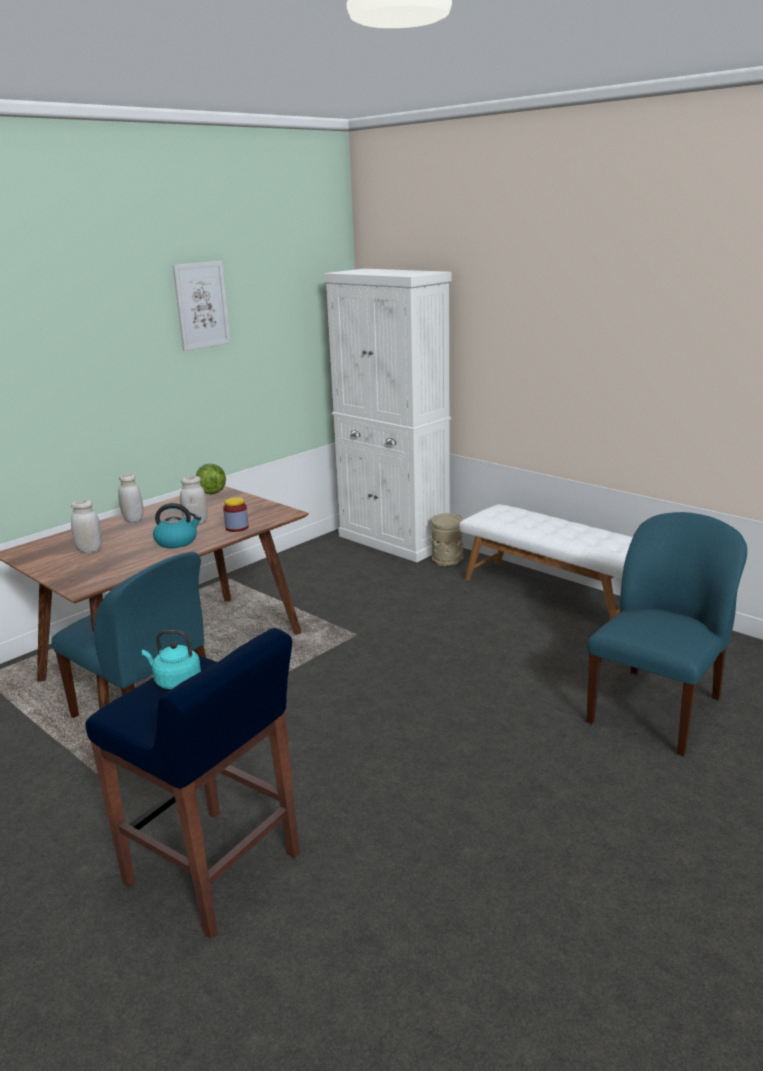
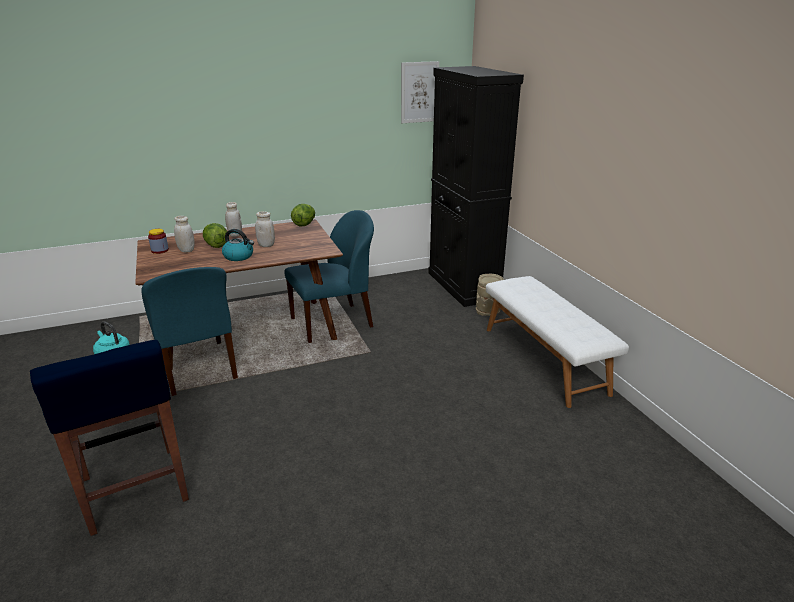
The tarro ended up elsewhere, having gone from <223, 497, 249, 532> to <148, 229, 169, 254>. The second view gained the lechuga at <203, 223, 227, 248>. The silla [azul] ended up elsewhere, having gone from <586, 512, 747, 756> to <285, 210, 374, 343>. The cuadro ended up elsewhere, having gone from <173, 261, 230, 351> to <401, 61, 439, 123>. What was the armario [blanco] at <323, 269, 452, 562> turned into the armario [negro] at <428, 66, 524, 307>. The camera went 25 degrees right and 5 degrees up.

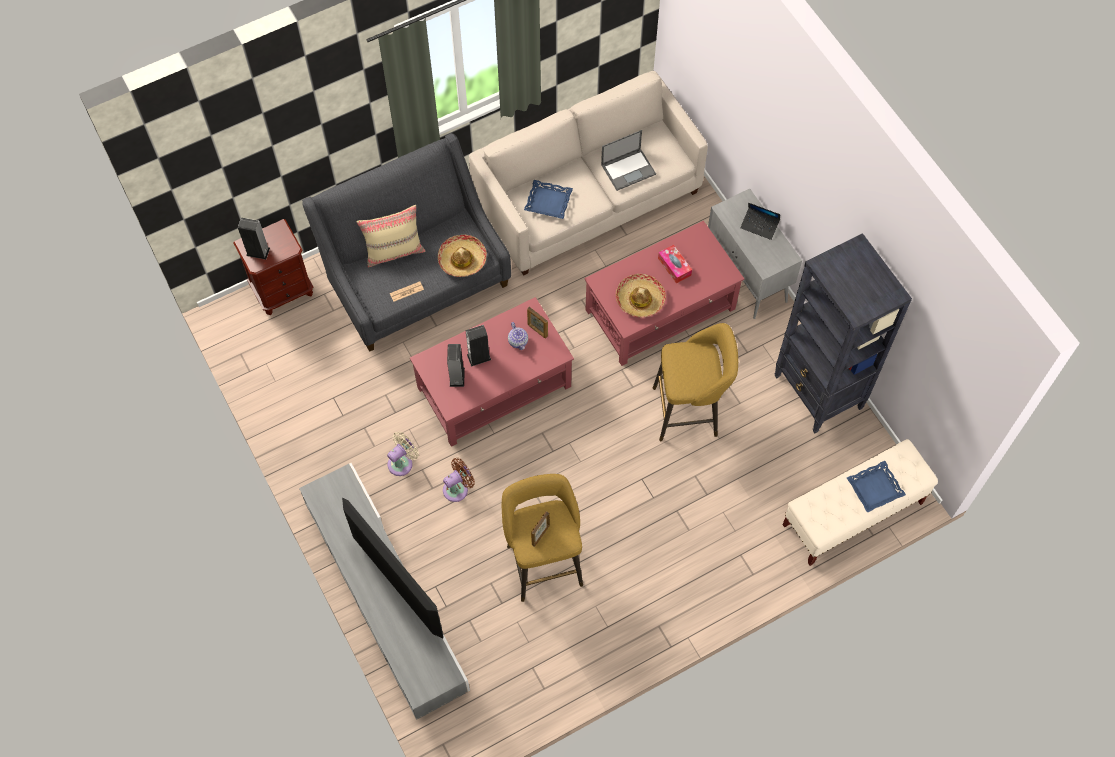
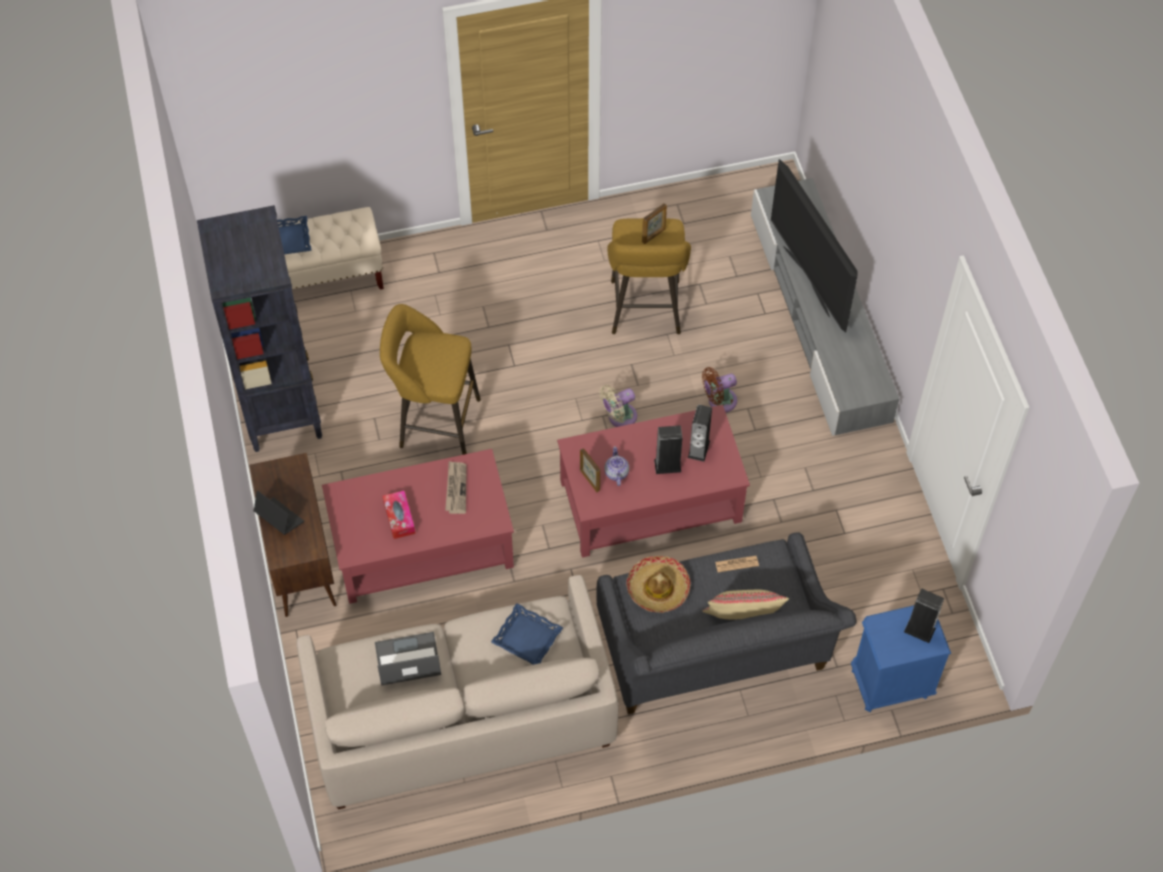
What was the armario [gris] at <708, 189, 802, 319> turned into the armario [marrón] at <249, 453, 336, 617>. Where the sombrero stood at <616, 274, 666, 317>, the periódico came to stand at <445, 461, 467, 514>. The ventilador [beis] ended up elsewhere, having gone from <387, 431, 419, 476> to <600, 385, 637, 427>. What was the mesita de noche [marrón] at <233, 219, 313, 315> turned into the mesita de noche [azul] at <851, 605, 951, 712>. The camera went 165 degrees left and 5 degrees down.

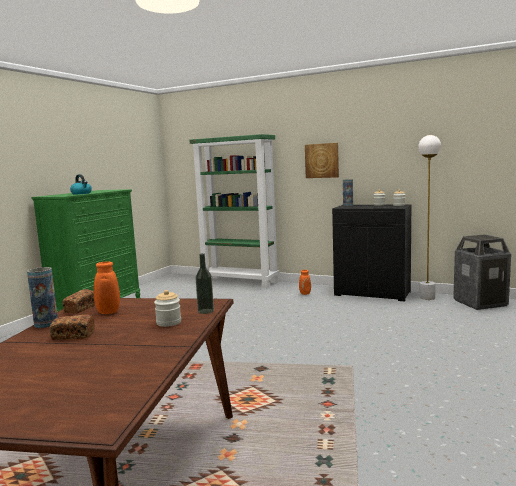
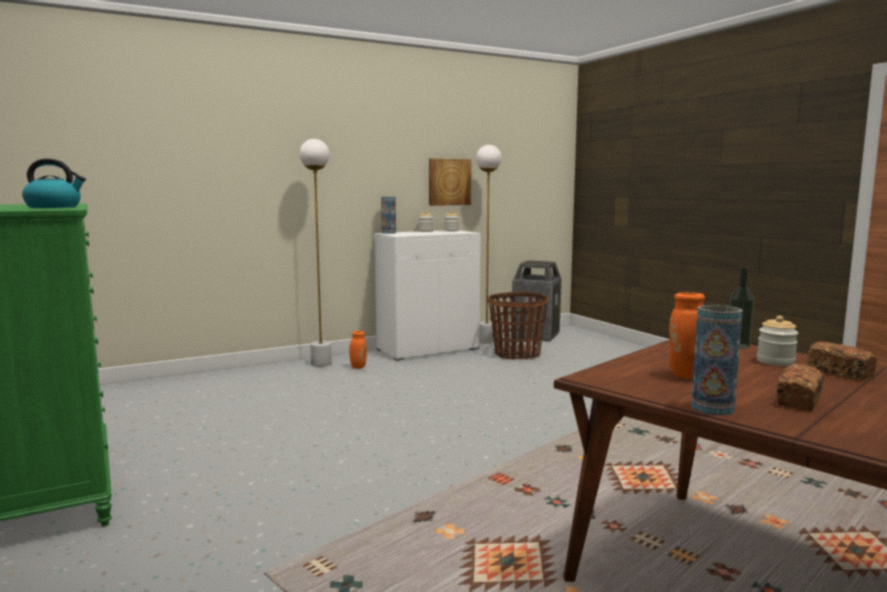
The second view gained the lámpara de pie [blanco] at <299, 139, 332, 367>. What was the armario [negro] at <332, 205, 411, 302> turned into the armario [blanco] at <374, 230, 481, 361>. The cuadro ended up elsewhere, having gone from <305, 143, 339, 178> to <429, 158, 471, 206>. The second view gained the cesta at <488, 292, 549, 359>. The pan ended up elsewhere, having gone from <62, 289, 95, 314> to <807, 341, 877, 380>. The second view lost the estantería [verde] at <189, 134, 279, 288>. The camera went 55 degrees left and 0 degrees up.

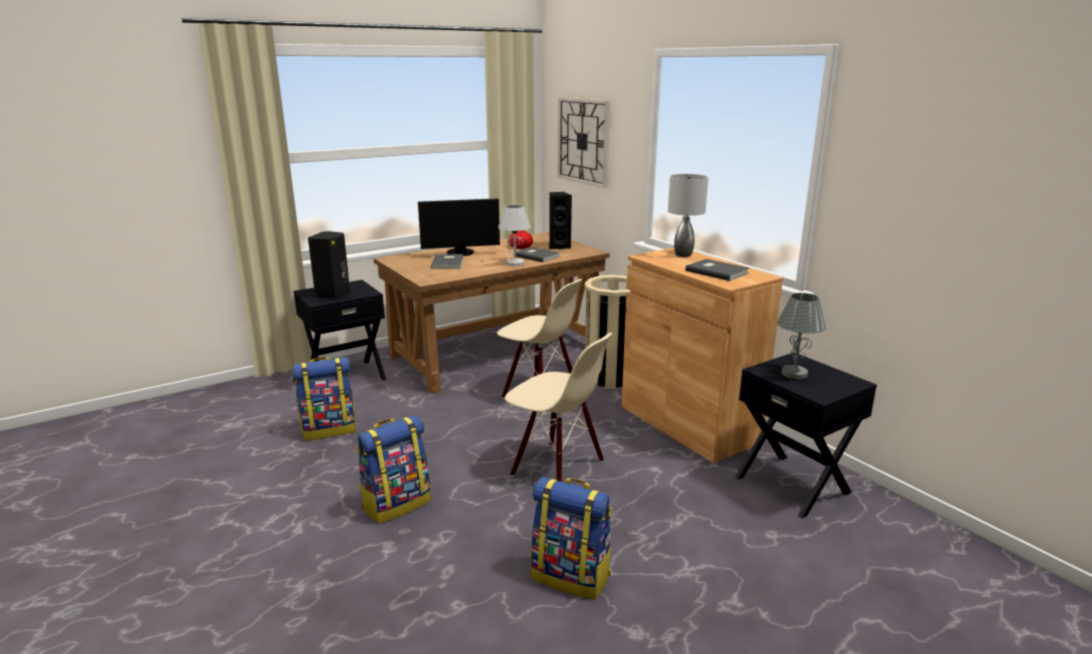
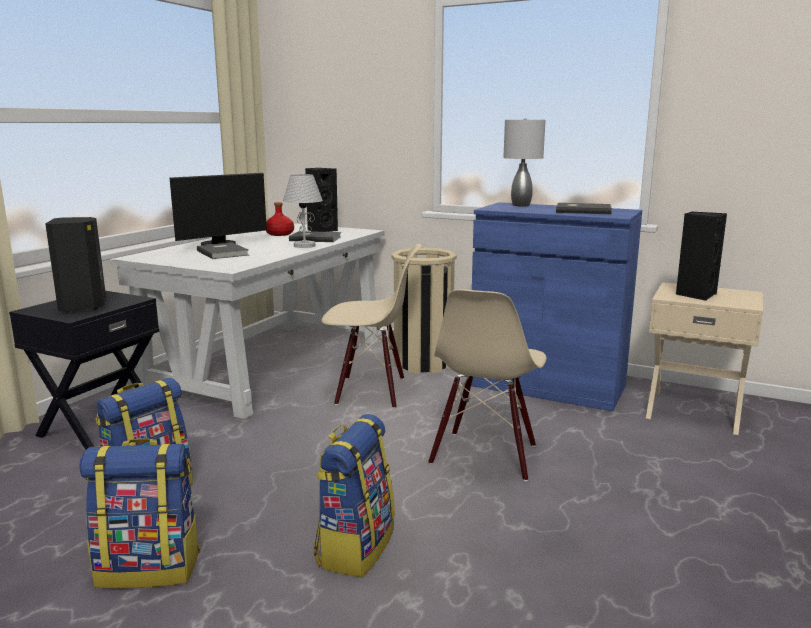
The mochila ended up elsewhere, having gone from <531, 477, 612, 600> to <79, 438, 200, 588>. What was the escritorio [marrón] at <374, 232, 610, 394> turned into the escritorio [blanco] at <110, 224, 384, 419>. The silla [beis] at <505, 333, 613, 482> ended up facing another way, 105 degrees clockwise from before. What was the armario [marrón] at <621, 248, 783, 463> turned into the armario [azul] at <471, 202, 642, 411>. What was the mesita de noche [negro] at <735, 352, 877, 519> turned into the mesita de noche [beis] at <646, 282, 763, 435>. Where the lámpara de mesa [gris] stood at <777, 293, 826, 379>, the altavoz [negro] came to stand at <675, 212, 727, 301>. The second view lost the reloj de pared at <558, 98, 610, 188>. The camera went 30 degrees left and 5 degrees down.

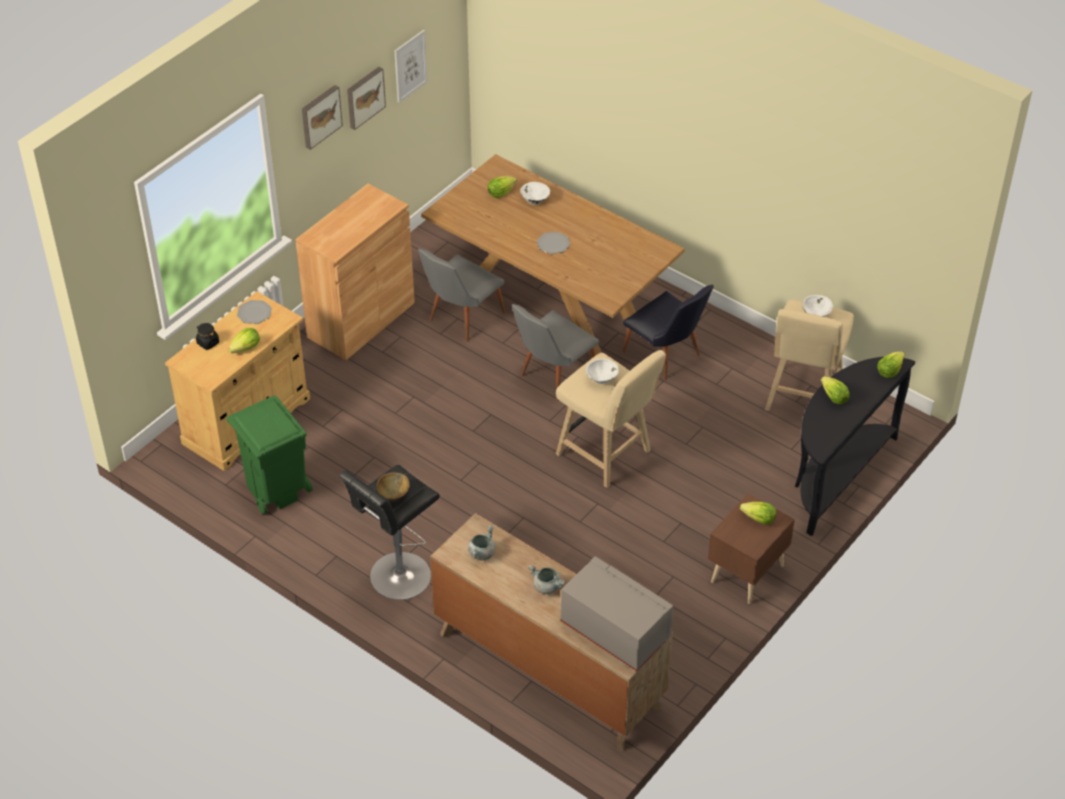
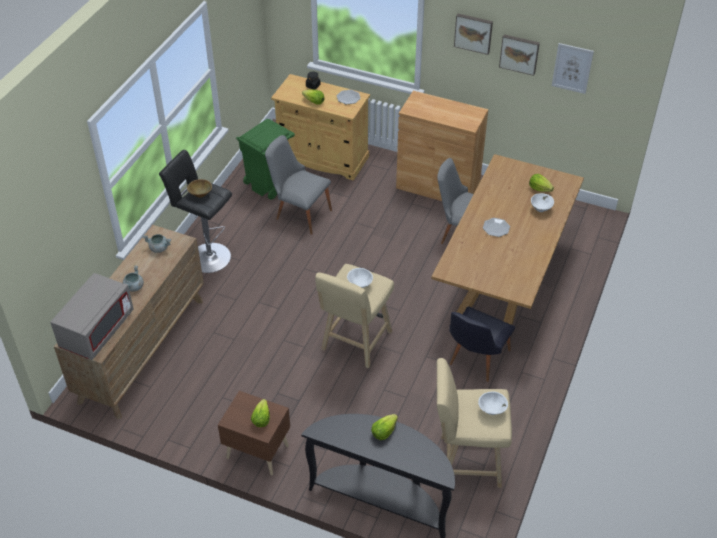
The silla [gris] ended up elsewhere, having gone from <512, 304, 599, 401> to <265, 135, 332, 235>. The second view lost the lechuga at <877, 352, 905, 378>. The camera went 75 degrees right and 0 degrees up.

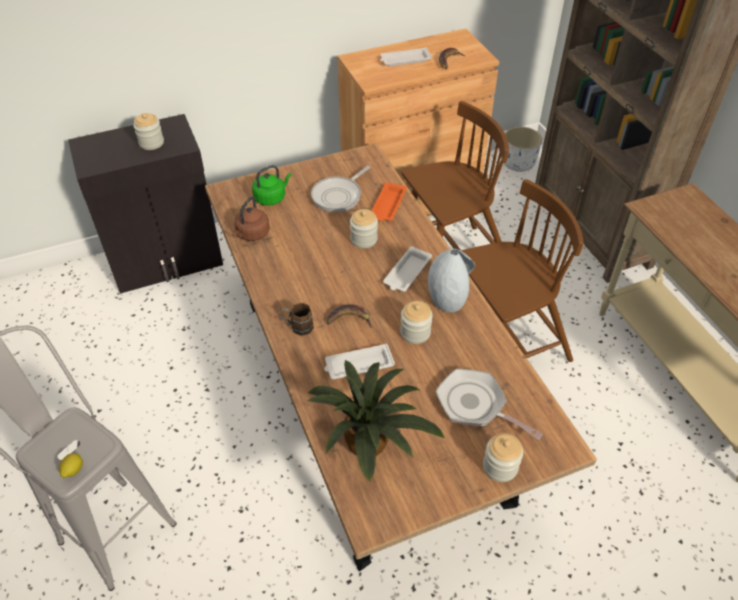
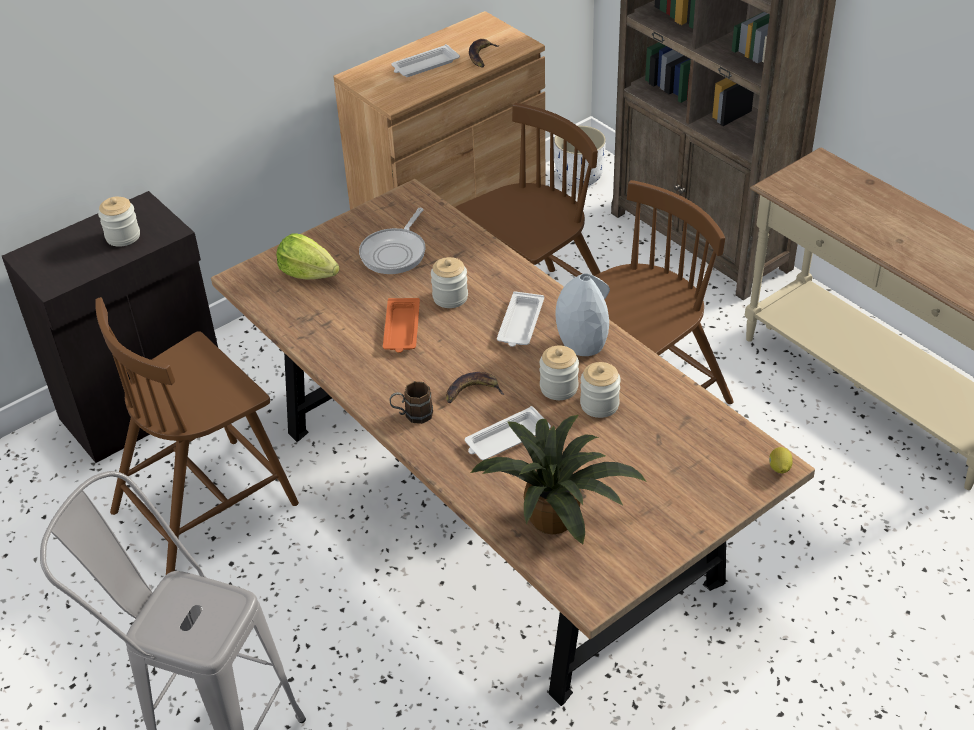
The second view gained the silla [marrón] at <95, 297, 299, 575>. Where the hervidor [verde] stood at <252, 165, 292, 206>, the lechuga came to stand at <276, 233, 340, 279>. The bandeja [naranja] ended up elsewhere, having gone from <372, 182, 407, 221> to <383, 298, 420, 353>. The tarro ended up elsewhere, having gone from <483, 433, 523, 482> to <580, 362, 621, 418>. The limón ended up elsewhere, having gone from <59, 453, 83, 478> to <769, 447, 793, 474>. The second view lost the hervidor [marrón] at <233, 196, 270, 241>. The second view lost the sartén at <436, 369, 543, 440>. The camera went 15 degrees left and 5 degrees down.

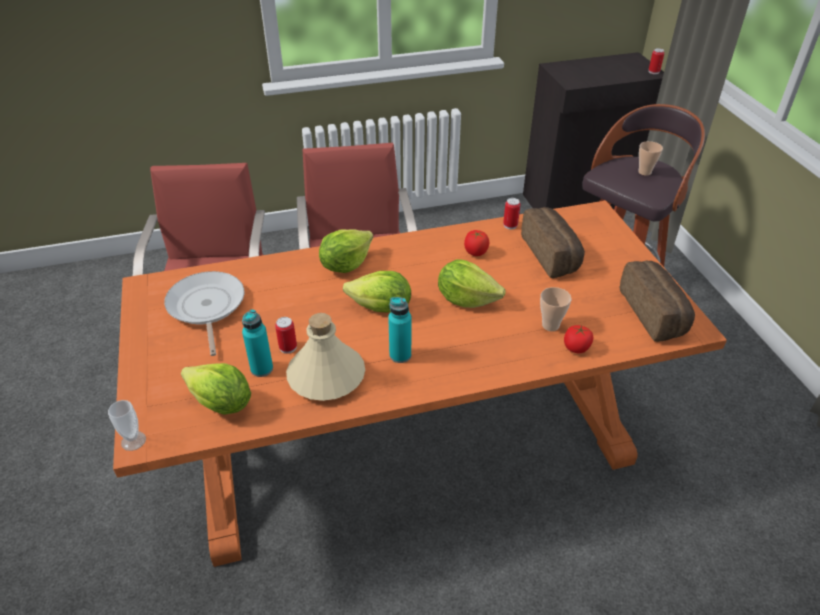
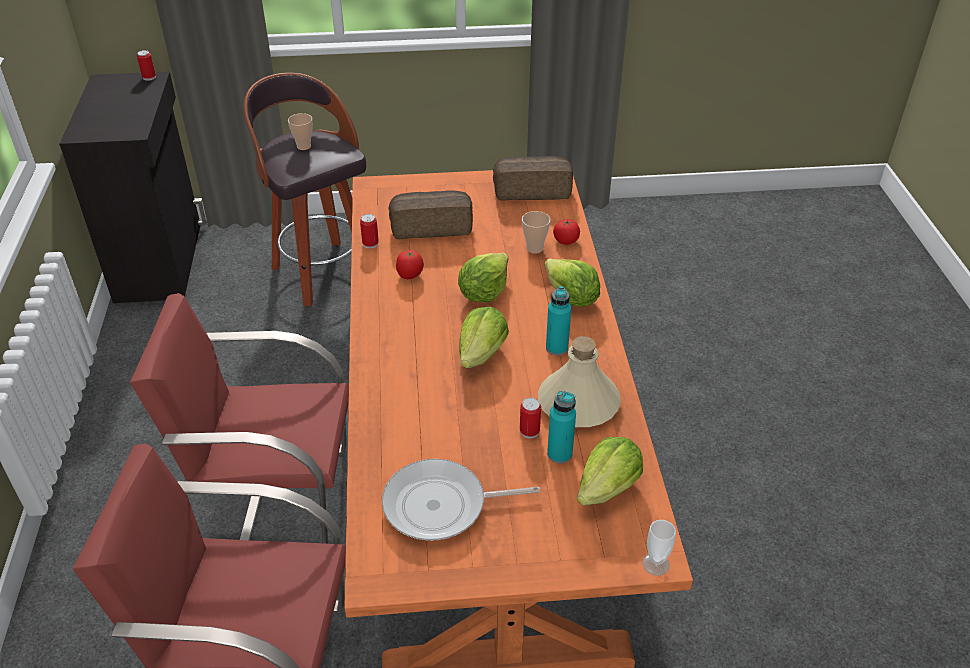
The lechuga ended up elsewhere, having gone from <319, 229, 373, 273> to <545, 258, 600, 307>. The camera went 80 degrees left and 0 degrees up.

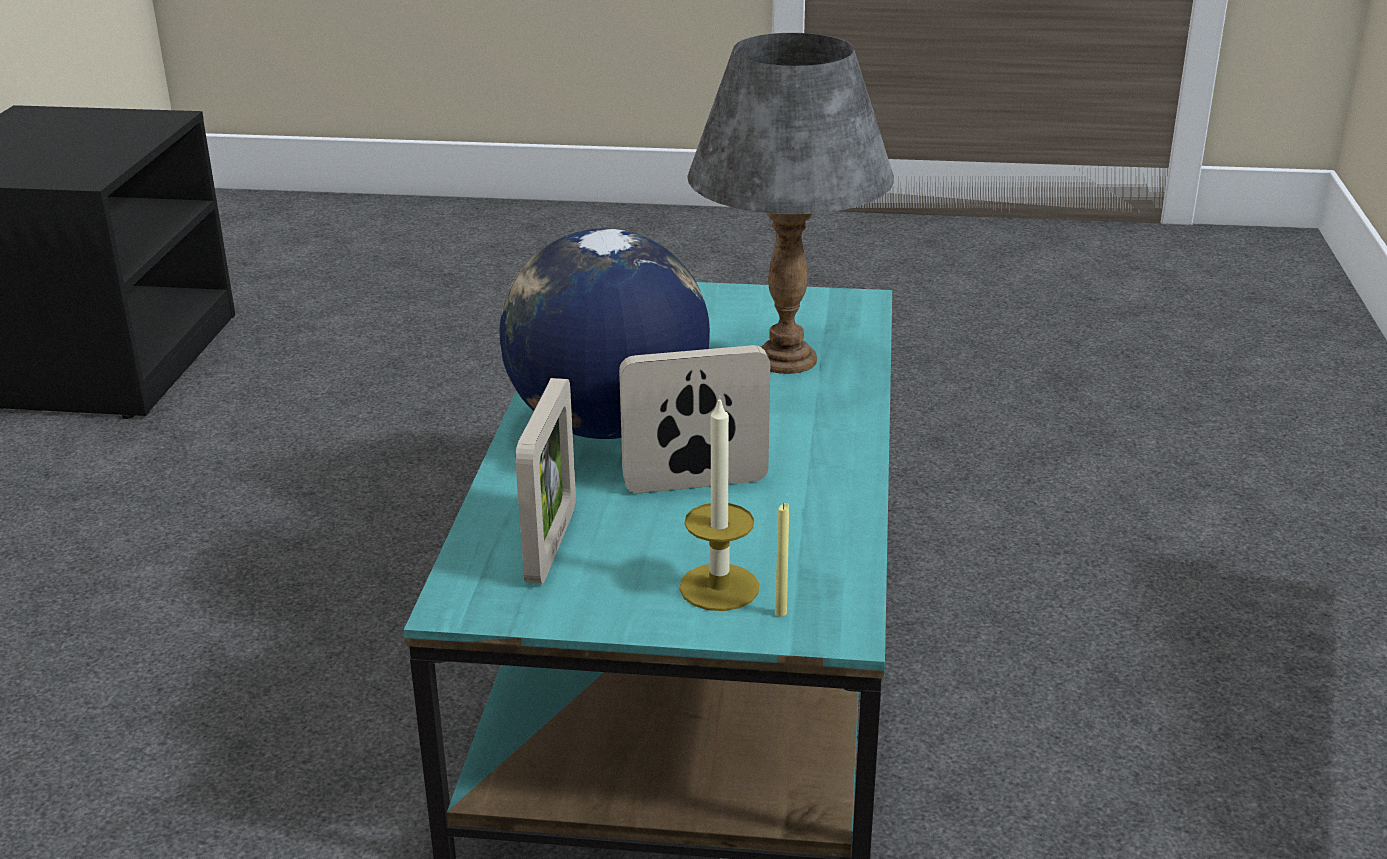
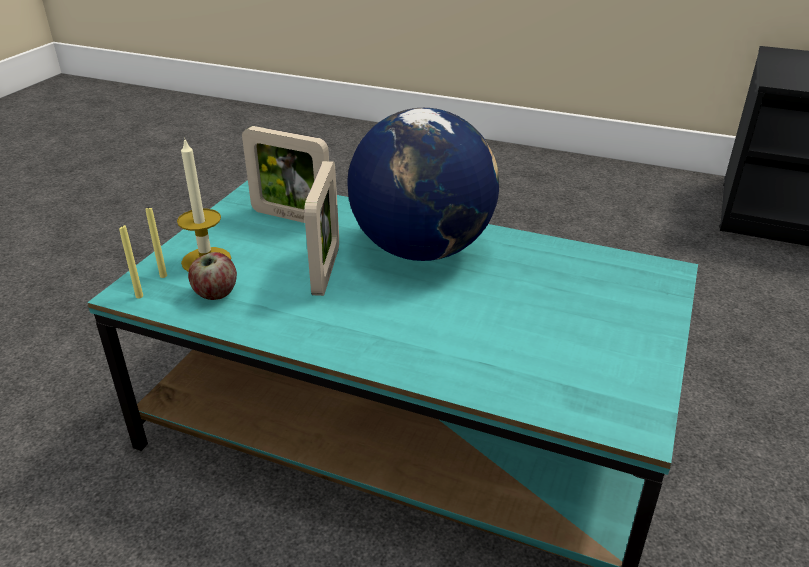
The second view gained the vela [amarillo] at <119, 225, 143, 299>. The second view gained the manzana at <188, 252, 237, 300>. The second view lost the lámpara de mesa [gris] at <687, 33, 894, 374>. The camera went 105 degrees right and 5 degrees up.

